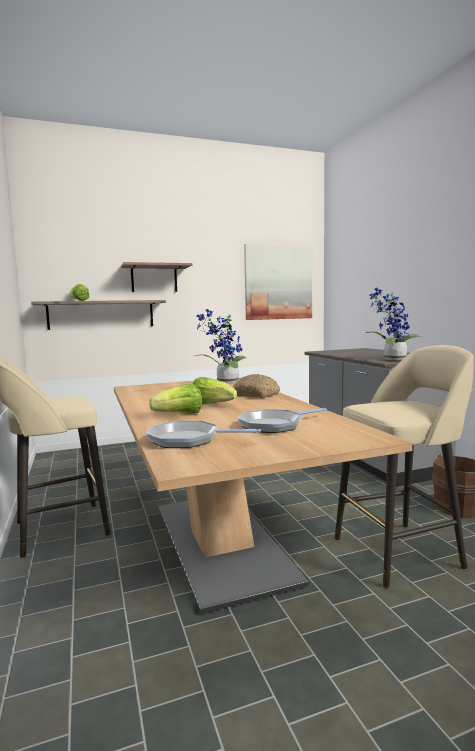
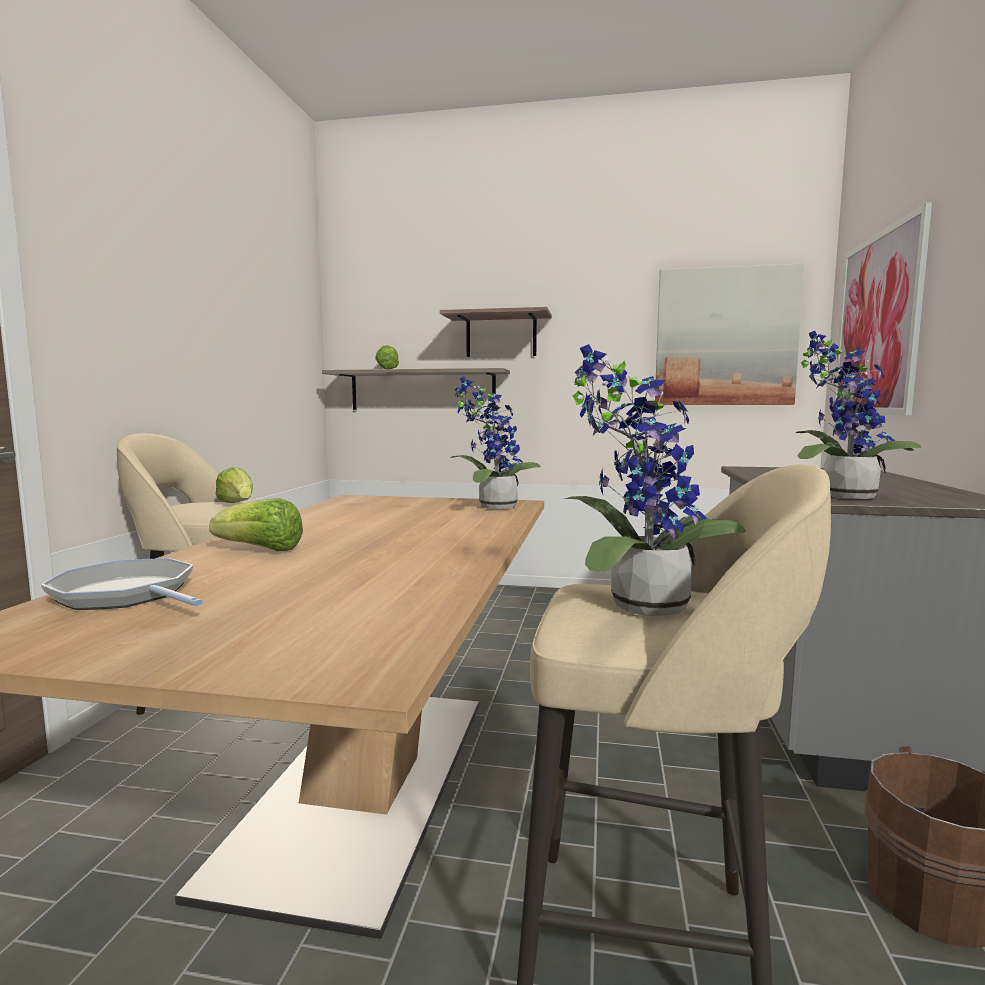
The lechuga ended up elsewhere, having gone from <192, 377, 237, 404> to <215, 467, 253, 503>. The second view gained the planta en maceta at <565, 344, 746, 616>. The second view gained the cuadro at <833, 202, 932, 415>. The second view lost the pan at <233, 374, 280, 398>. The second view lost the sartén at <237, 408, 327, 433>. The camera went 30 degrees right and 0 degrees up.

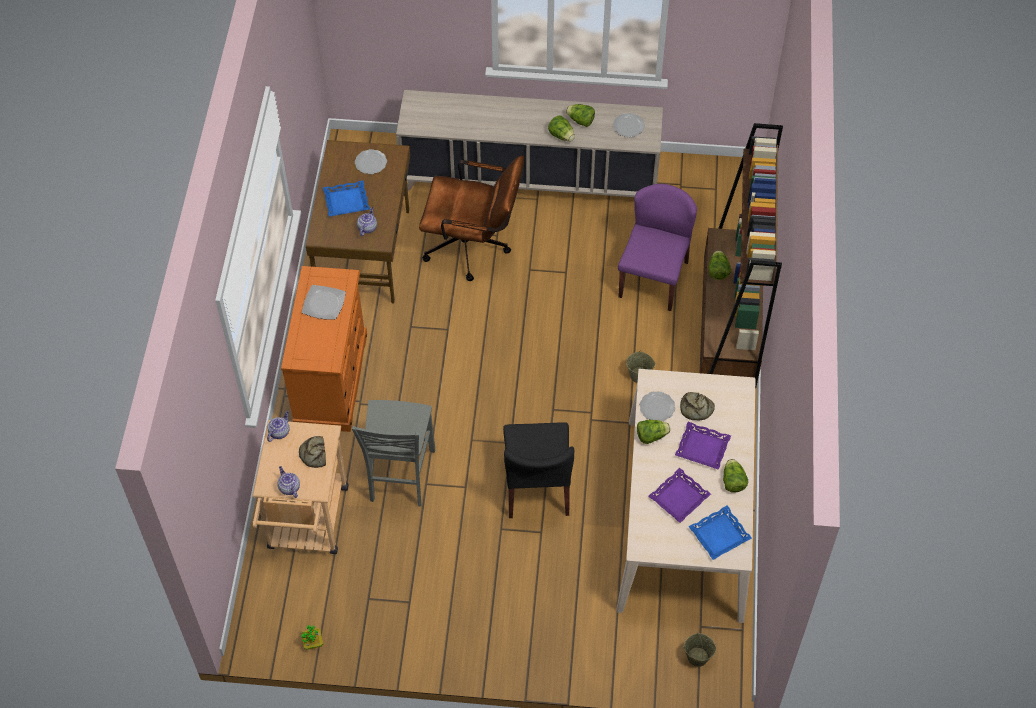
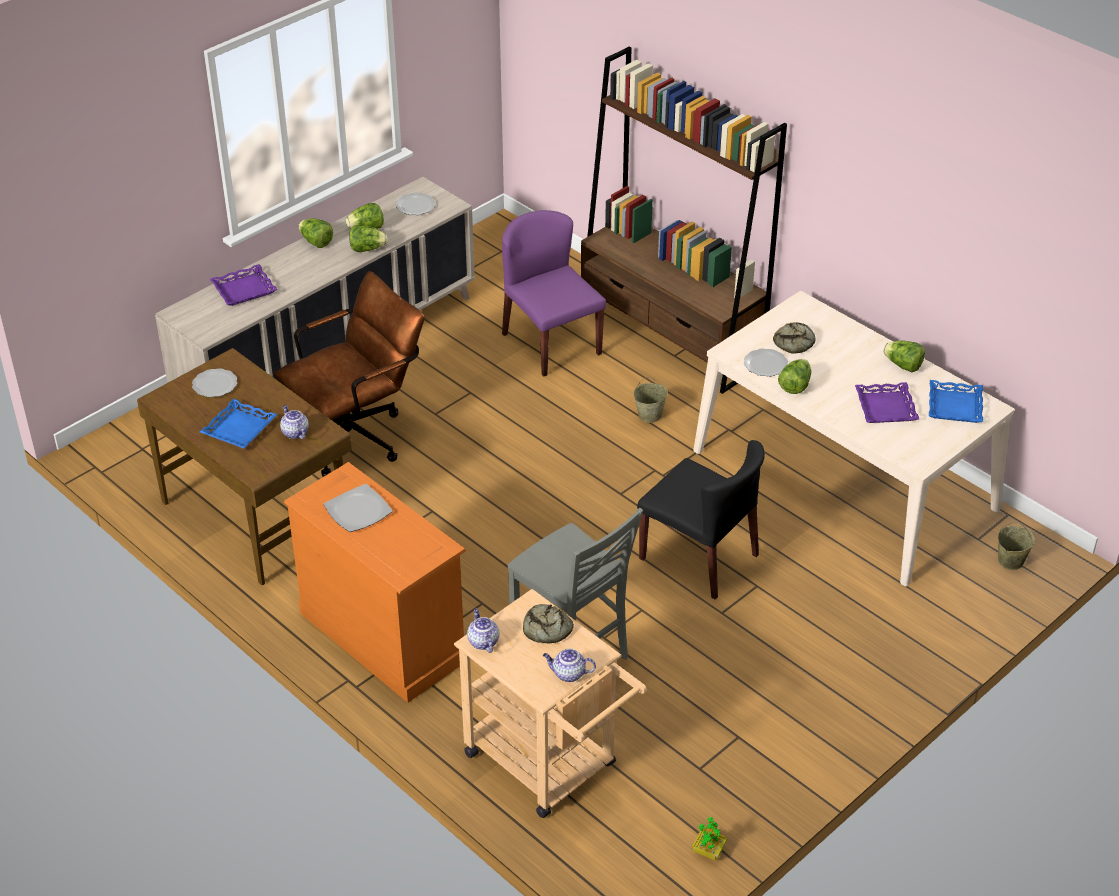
The bandeja [morado] ended up elsewhere, having gone from <675, 422, 731, 470> to <210, 264, 278, 306>. The lechuga ended up elsewhere, having gone from <709, 250, 731, 280> to <299, 218, 333, 248>. The camera went 50 degrees left and 15 degrees down.

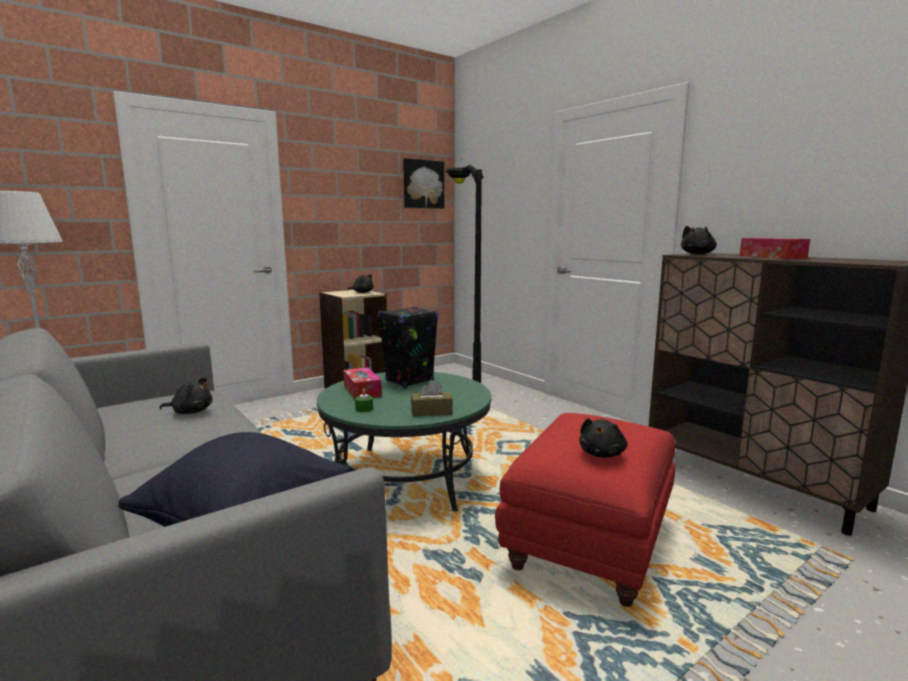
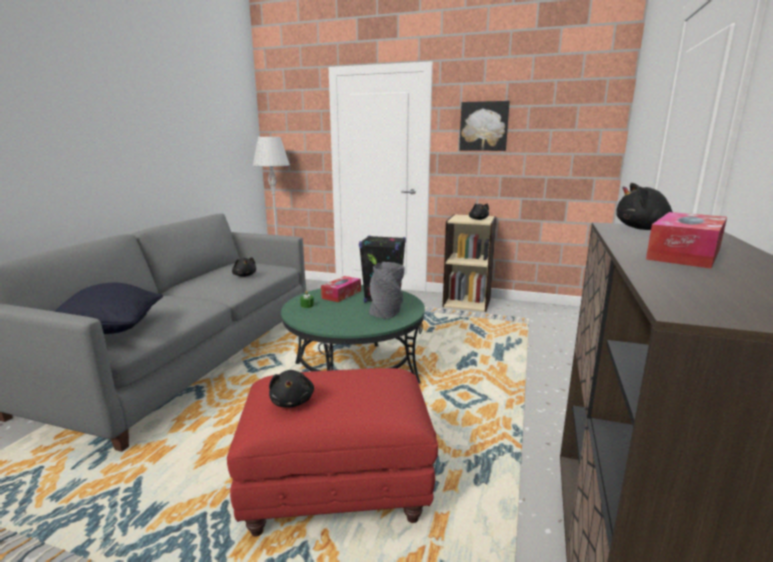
The peluche [negro] at <579, 418, 628, 457> ended up facing another way, 90 degrees counterclockwise from before. The second view gained the florero [gris] at <369, 262, 405, 319>. The cuadro ended up elsewhere, having gone from <403, 158, 444, 209> to <459, 101, 510, 151>. The second view lost the caja de pañuelos [marrón] at <411, 380, 453, 417>. The second view lost the lámpara de pie [negro] at <445, 165, 483, 383>. The camera went 55 degrees right and 5 degrees up.

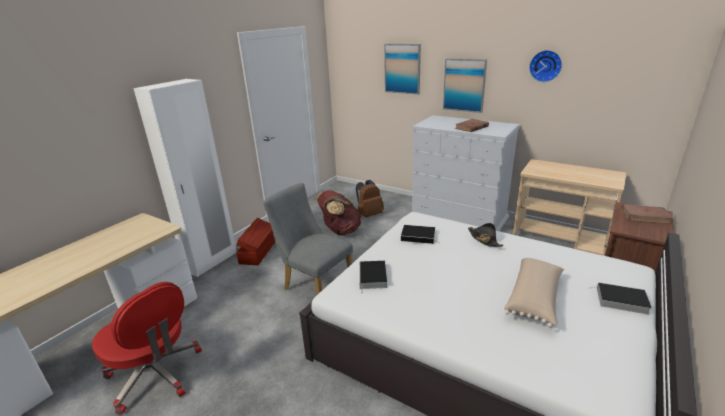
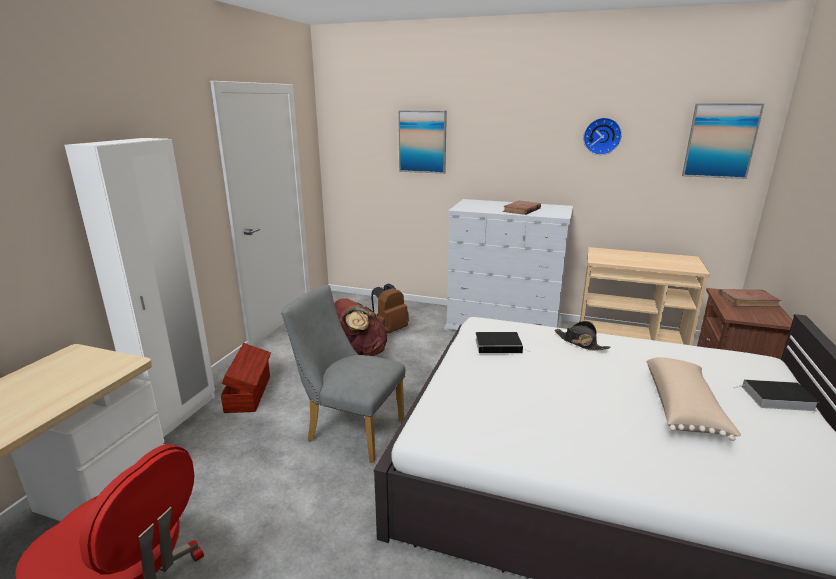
The cuadro ended up elsewhere, having gone from <443, 58, 487, 113> to <682, 103, 764, 179>. The second view lost the libro at <359, 261, 387, 293>. The camera went 15 degrees left and 5 degrees down.

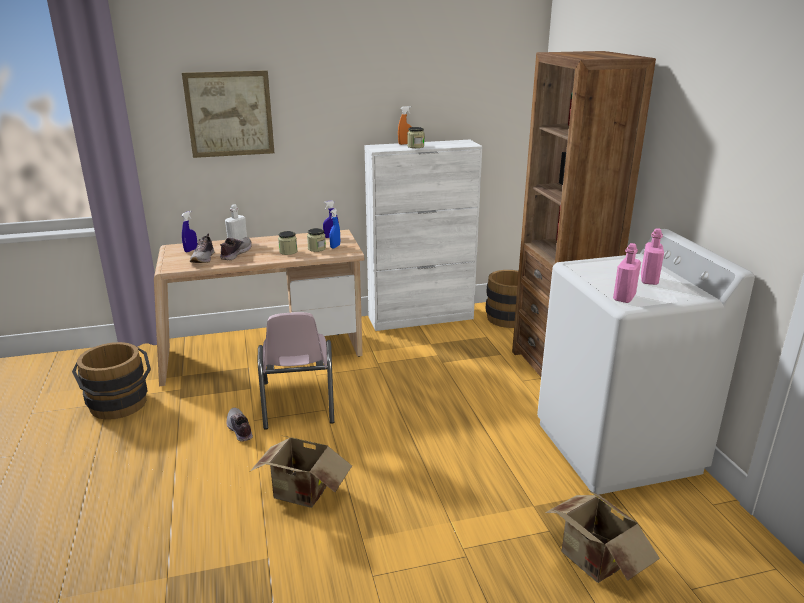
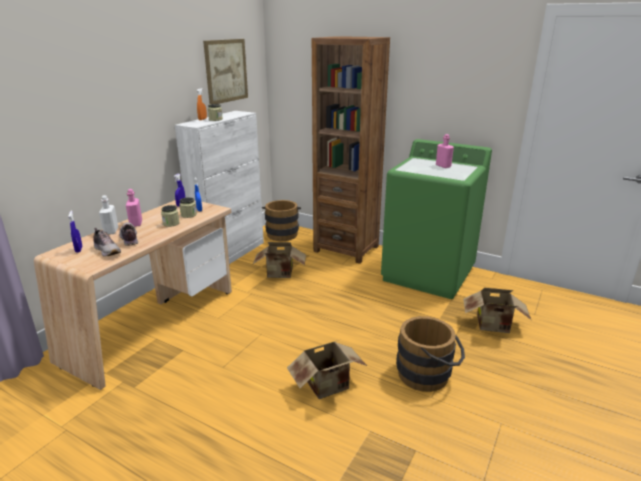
The botella [rosa] ended up elsewhere, having gone from <613, 243, 641, 303> to <126, 189, 142, 227>. The cuadro ended up elsewhere, having gone from <182, 70, 274, 158> to <203, 39, 248, 104>. The second view gained the caja de cartón at <253, 242, 306, 278>. What was the lavadora [blanco] at <537, 229, 755, 495> turned into the lavadora [verde] at <381, 139, 492, 299>. The cubo [marrón] ended up elsewhere, having gone from <72, 342, 151, 420> to <396, 316, 465, 392>. The second view lost the zapato at <227, 408, 253, 442>. The second view lost the silla [rosa] at <258, 312, 334, 430>. The camera went 45 degrees left and 0 degrees up.

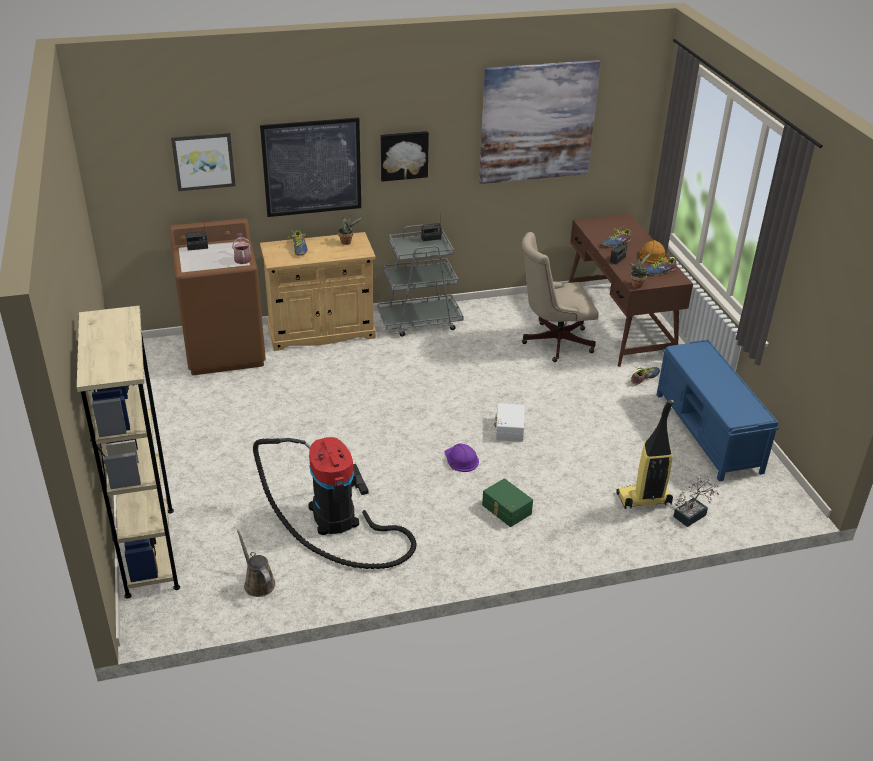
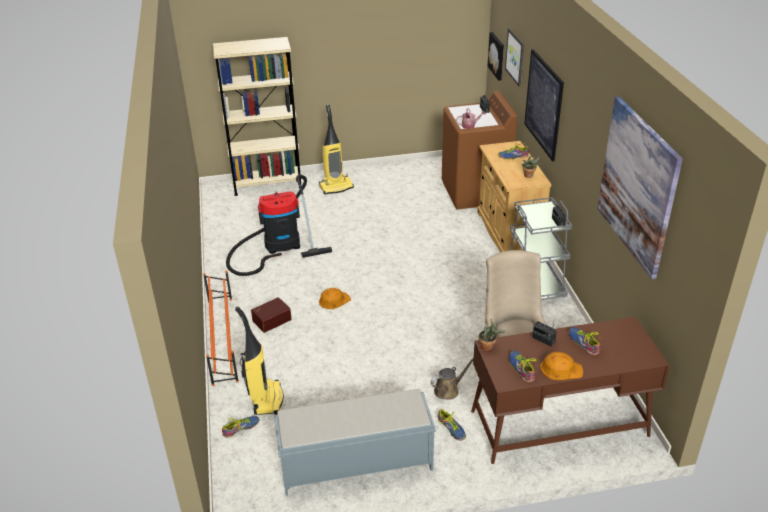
The second view gained the zapatero [naranja] at <203, 270, 239, 386>. Where the planta en maceta stood at <673, 475, 720, 527>, the zapato came to stand at <222, 416, 259, 438>. What was the caja de almacenaje [verde] at <482, 478, 533, 527> turned into the caja de almacenaje [marrón] at <251, 297, 292, 333>. What was the banco [azul] at <657, 340, 779, 481> turned into the banco [gris] at <274, 389, 436, 496>. The second view gained the aspiradora at <319, 105, 354, 194>. What was the casco [morado] at <444, 443, 479, 472> turned into the casco [naranja] at <319, 288, 351, 309>. The regadera [marrón] ended up elsewhere, having gone from <237, 530, 275, 597> to <430, 357, 474, 400>. The cuadro ended up elsewhere, having gone from <380, 131, 429, 182> to <488, 32, 504, 81>. The second view lost the caja de almacenaje [blanco] at <494, 403, 525, 442>. The camera went 95 degrees right and 0 degrees up.

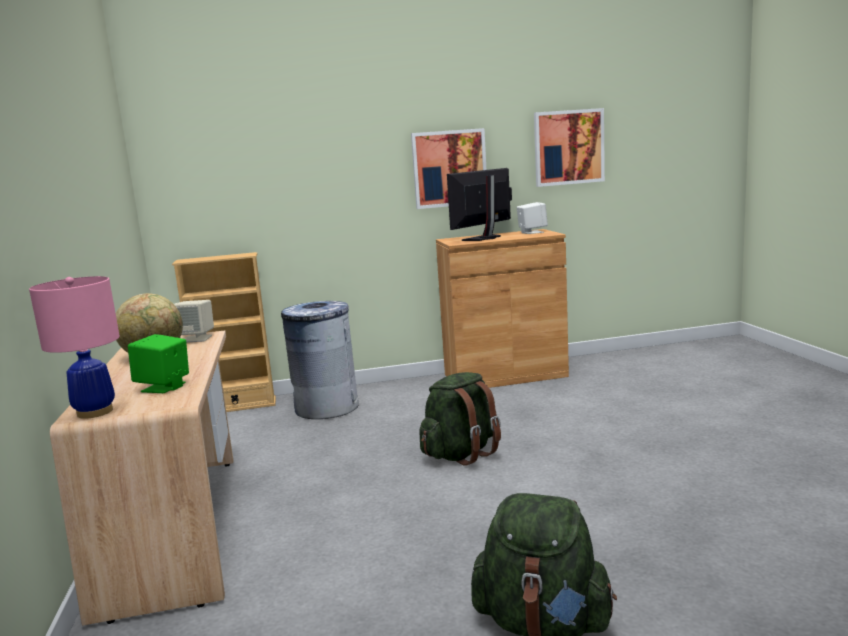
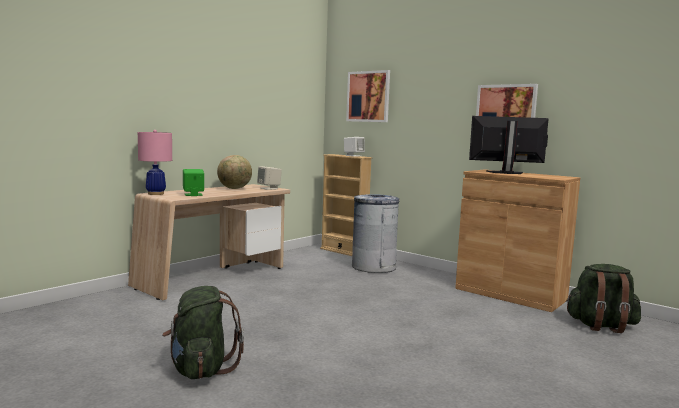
The altavoz [blanco] ended up elsewhere, having gone from <517, 202, 548, 234> to <344, 137, 365, 157>. The cuadro ended up elsewhere, having gone from <534, 108, 605, 187> to <346, 70, 390, 122>. The mochila [verde] ended up elsewhere, having gone from <419, 372, 501, 466> to <566, 264, 641, 333>. The camera went 50 degrees right and 5 degrees down.

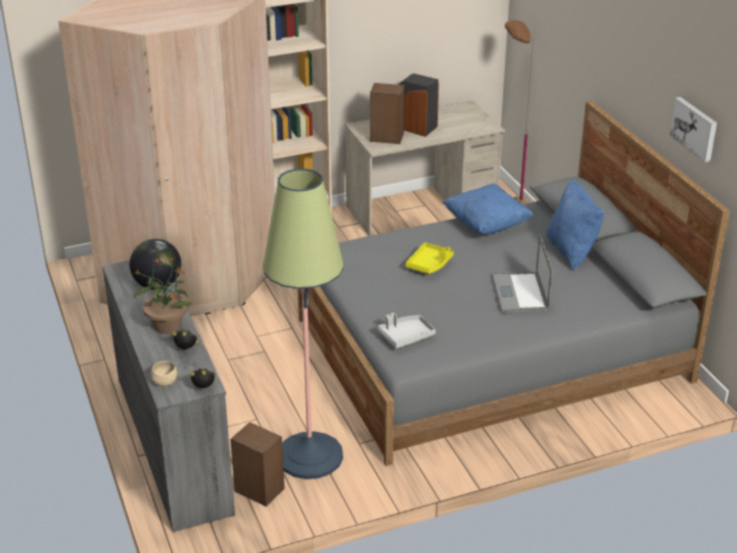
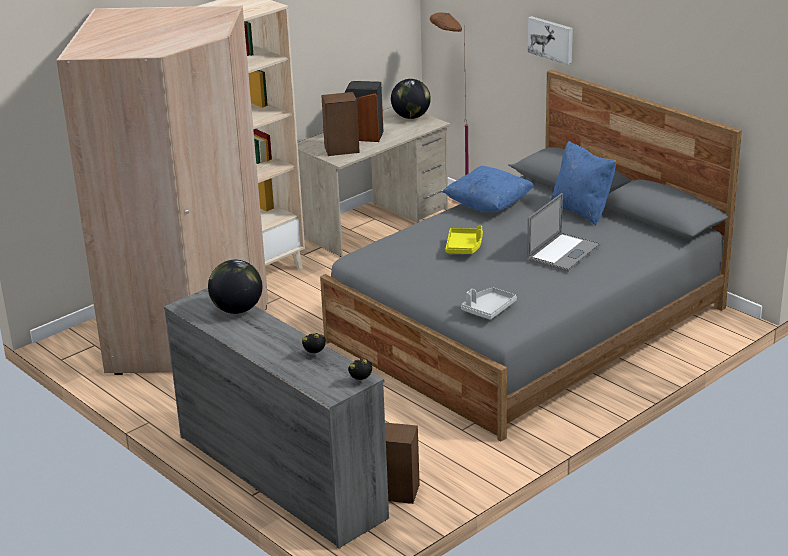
The second view gained the globo terráqueo at <391, 79, 431, 119>. The portátil at <492, 234, 553, 313> ended up facing another way, 120 degrees counterclockwise from before. The cuadro ended up elsewhere, having gone from <670, 97, 717, 163> to <528, 16, 573, 65>. The second view lost the planta en maceta at <134, 258, 192, 334>. The second view lost the cuenco [beis] at <151, 361, 177, 386>. The second view lost the lámpara de pie at <263, 168, 344, 479>. The camera went 20 degrees left and 5 degrees down.

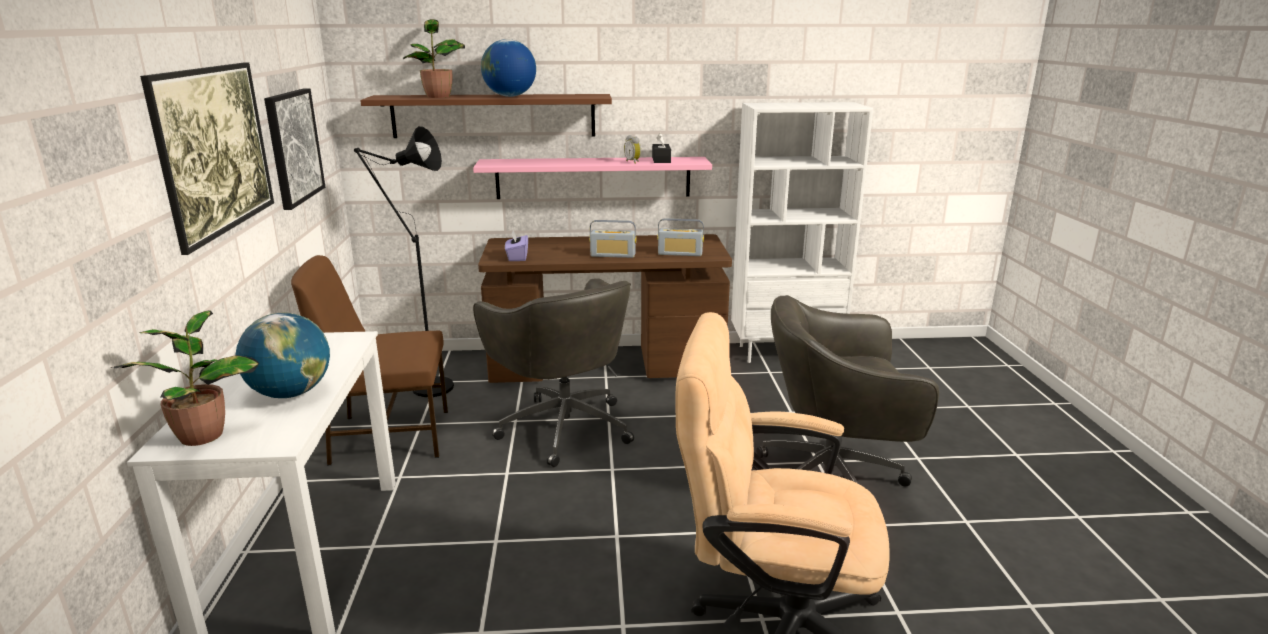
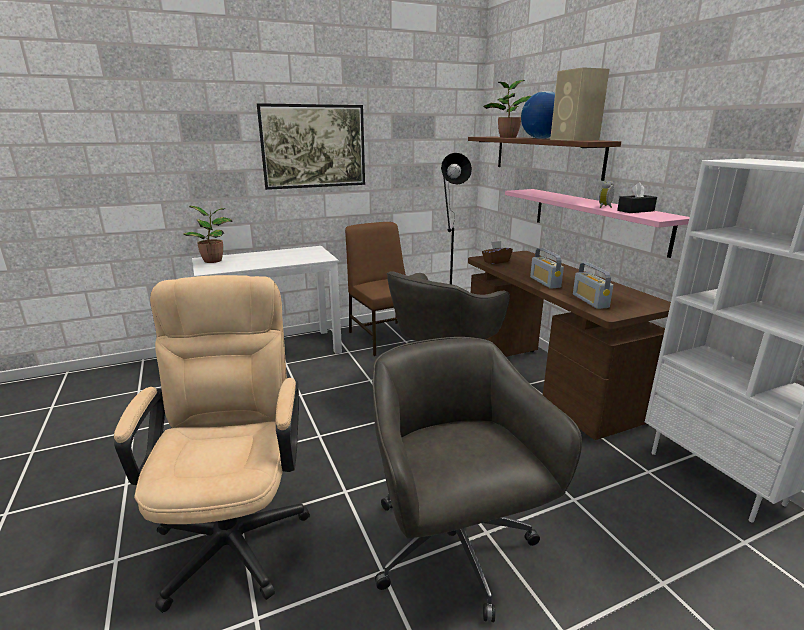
What was the caja de pañuelos [morado] at <505, 230, 528, 261> turned into the caja de pañuelos [marrón] at <482, 241, 513, 264>. The second view gained the altavoz [beis] at <550, 67, 610, 141>. The second view lost the globo terráqueo at <236, 313, 330, 398>. The second view lost the cuadro at <264, 88, 325, 210>. The camera went 70 degrees right and 0 degrees up.

